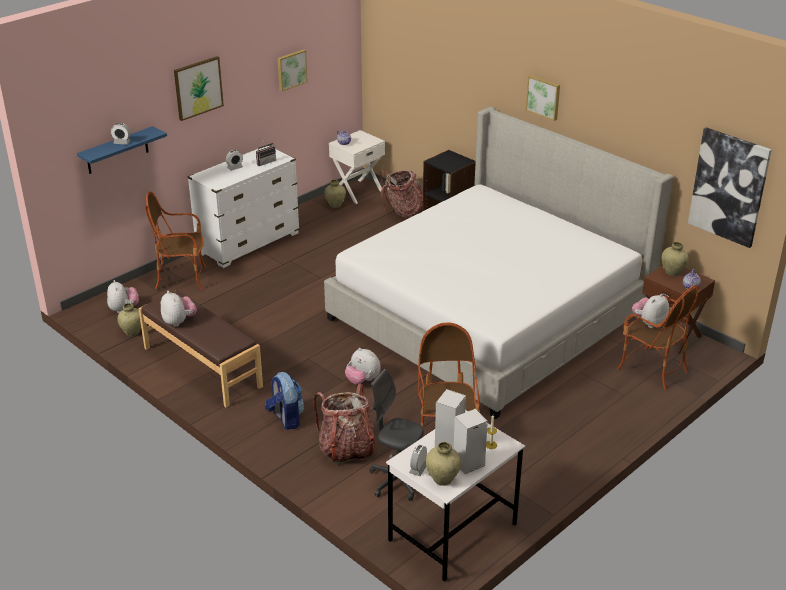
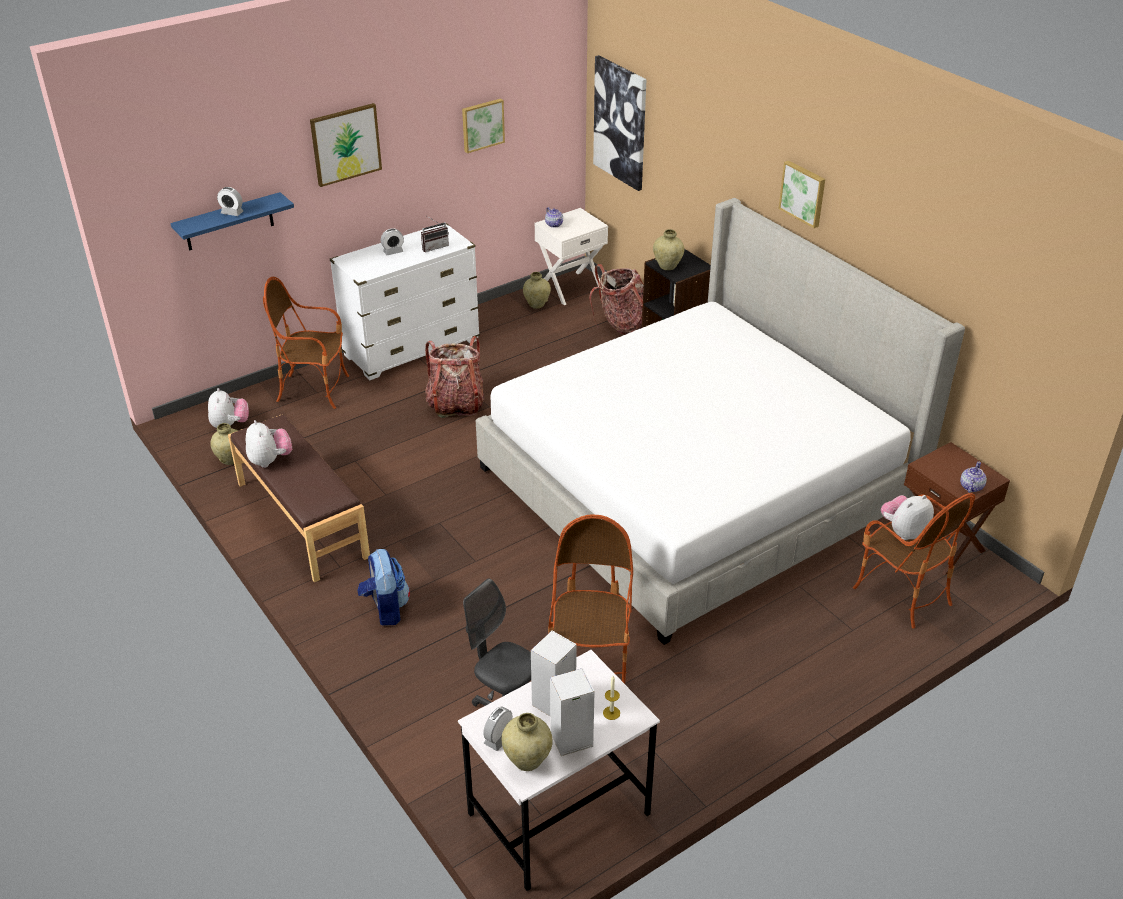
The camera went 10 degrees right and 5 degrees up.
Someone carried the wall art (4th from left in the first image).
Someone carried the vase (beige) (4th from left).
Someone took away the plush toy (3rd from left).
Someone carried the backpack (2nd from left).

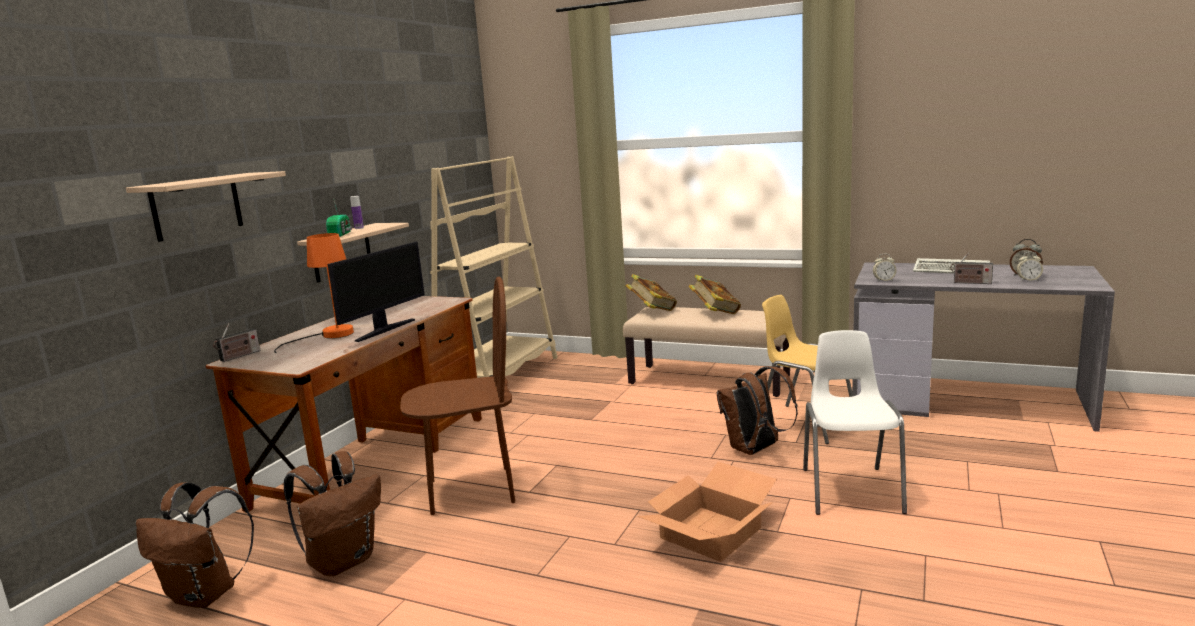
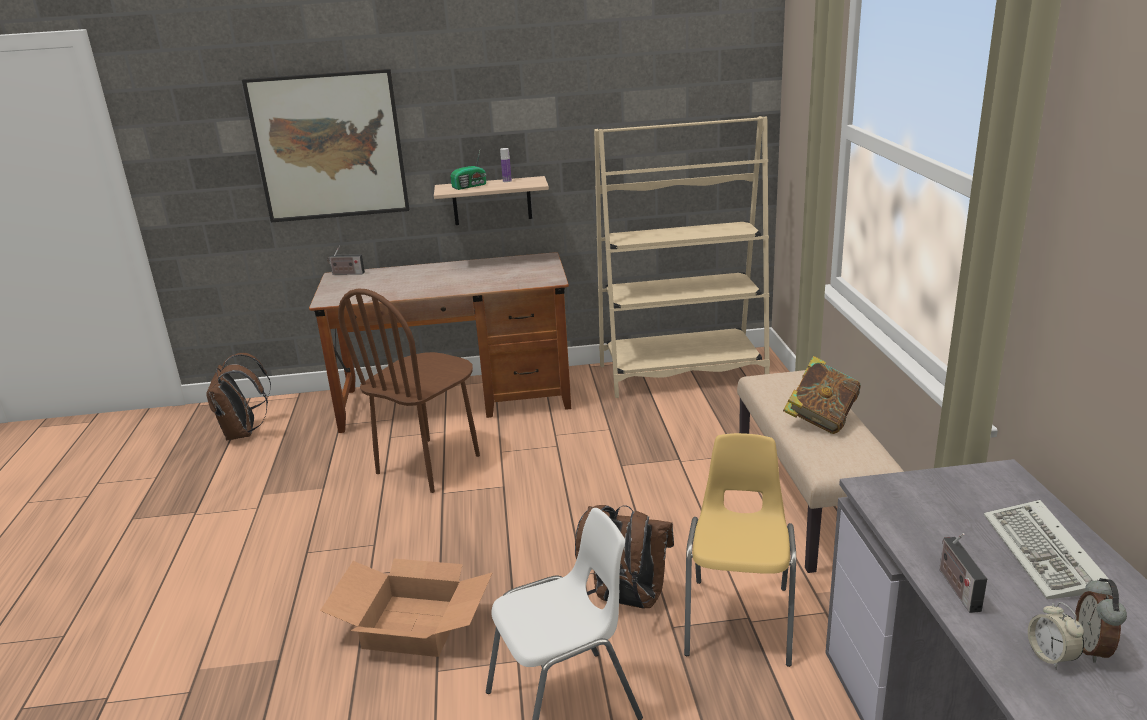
The camera went 60 degrees right and 10 degrees up.
Someone swapped the shelf (1st from left) for the wall art.
Someone took away the lamp for a table (orangey).
Someone took away the computer screen.
Someone took away the alarm clock (1st from left).
Someone took away the book (1st from left).
Someone rotated the upright chair (brownish) by 75 degrees clockwise.
Someone took away the backpack (brownish) (2nd from left).

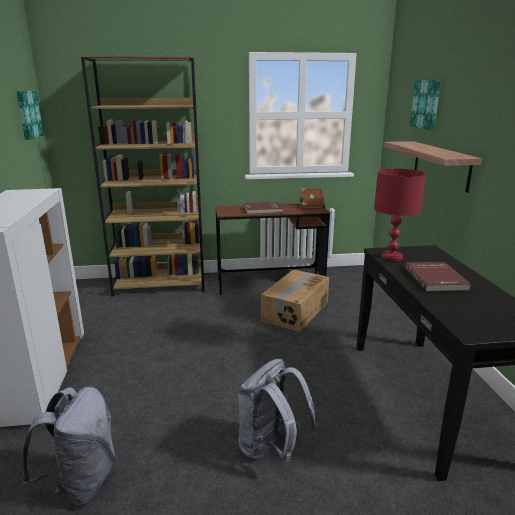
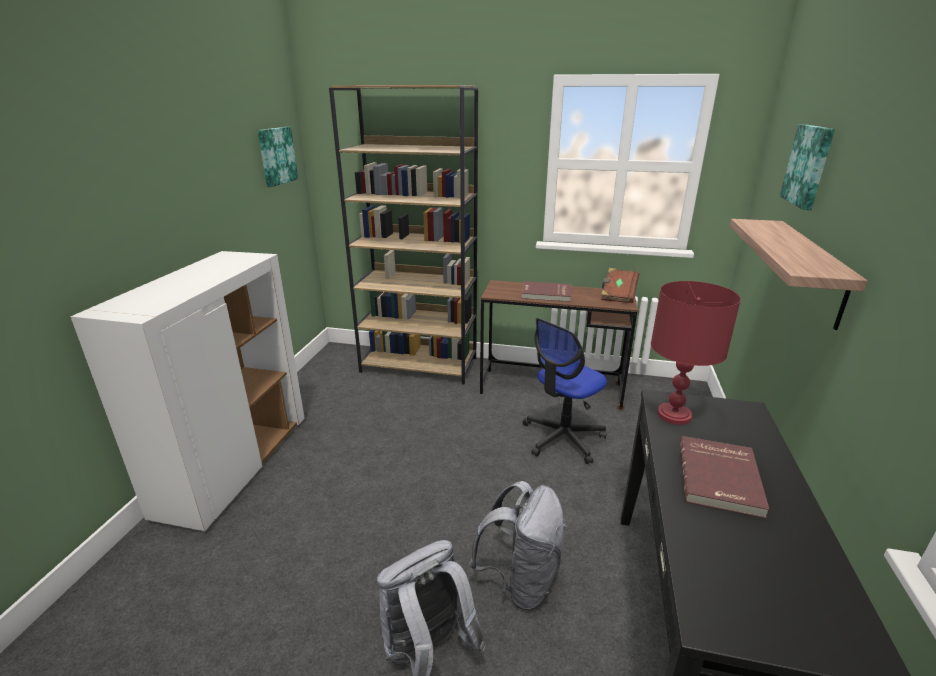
The camera went 20 degrees right and 5 degrees up.
Someone swapped the cardboard box for the office chair.
Someone carried the backpack (gray) (1st from left in the first image).

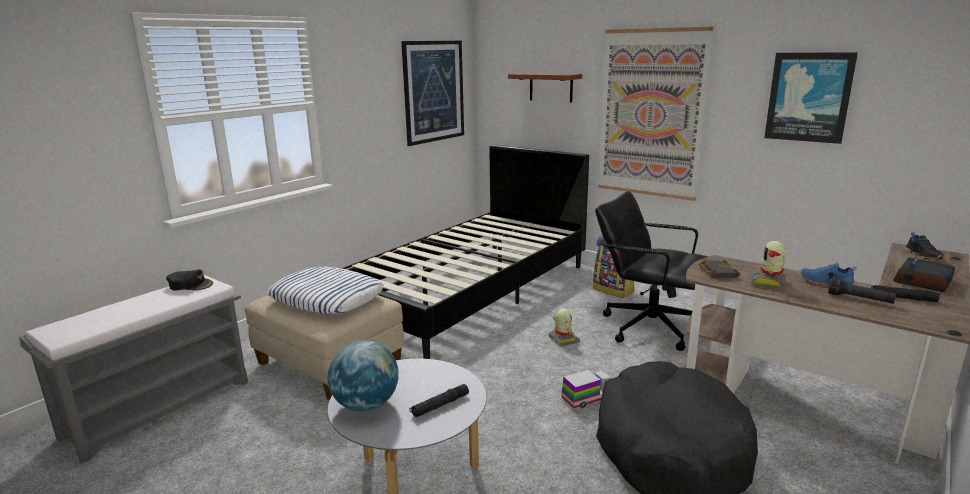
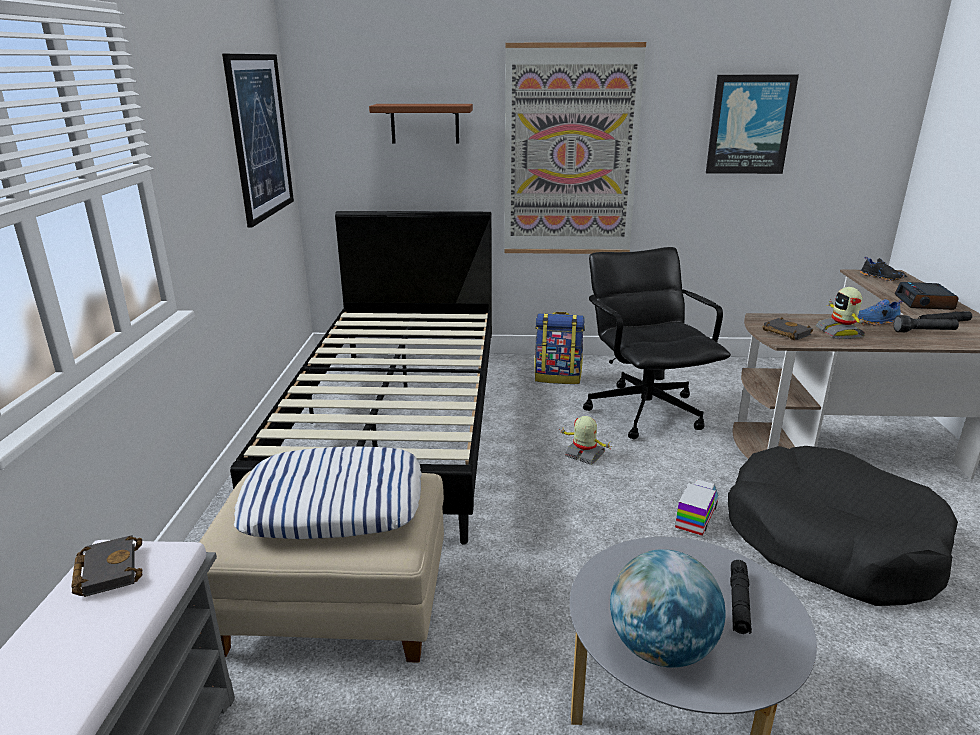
The camera went 35 degrees left and 5 degrees up.
Someone rotated the office chair (blackish) by 75 degrees clockwise.
Someone swapped the peaked cap (blackish) for the book (blackish) (1st from left).

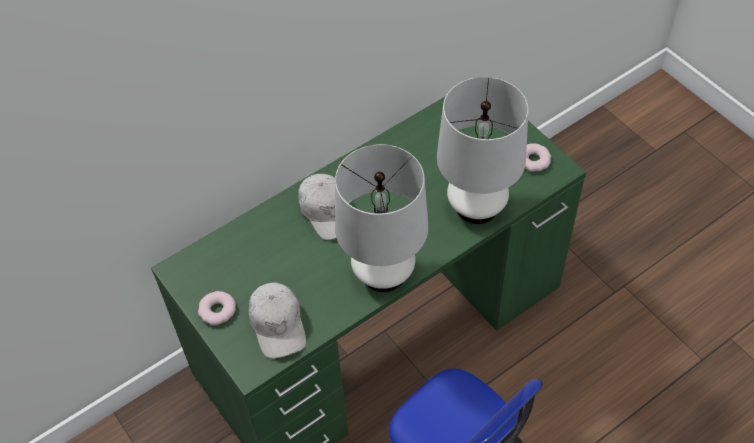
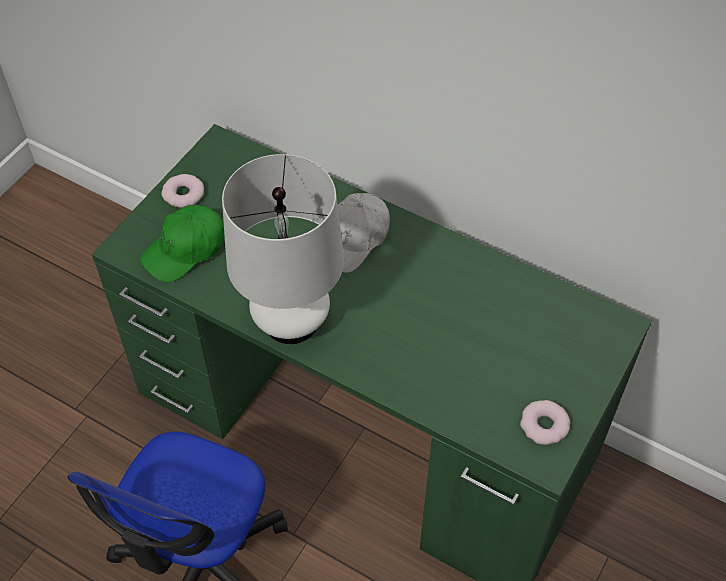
The camera went 65 degrees right and 0 degrees up.
Someone took away the lamp for a table (whitish) (2nd from left).
Someone repainted the peaked cap (whitish) (1st from left), which became the peaked cap (green-coloured).

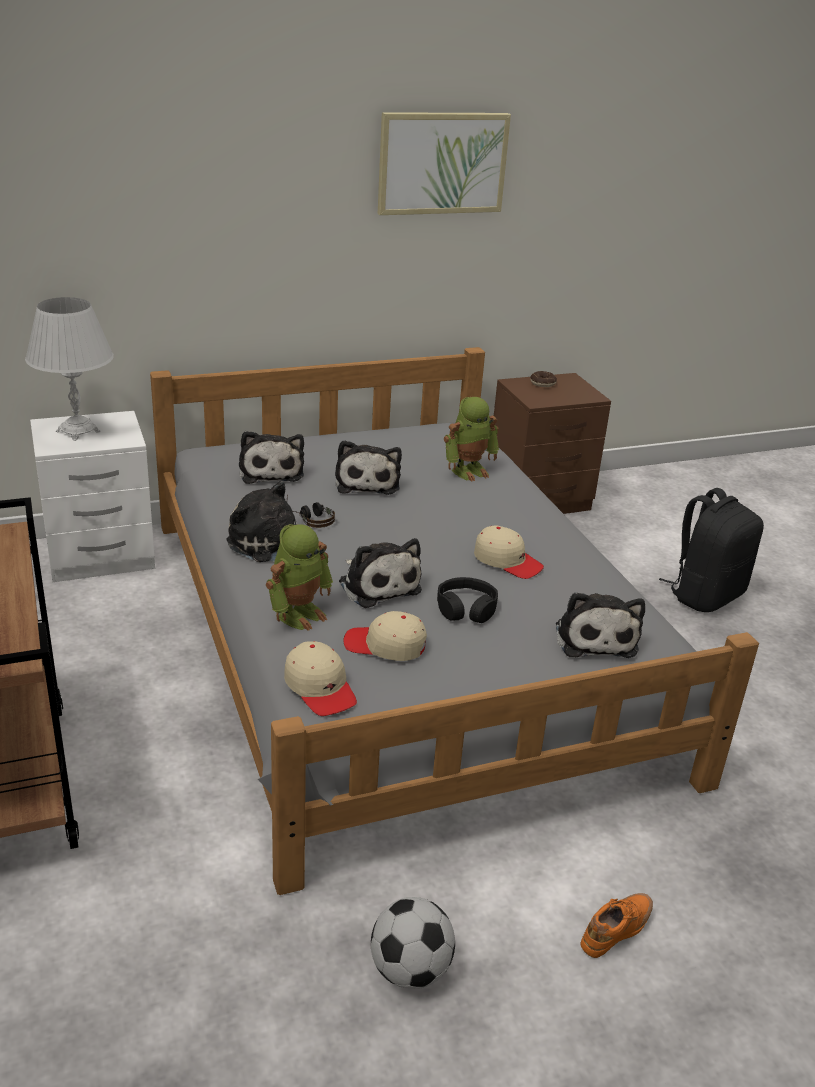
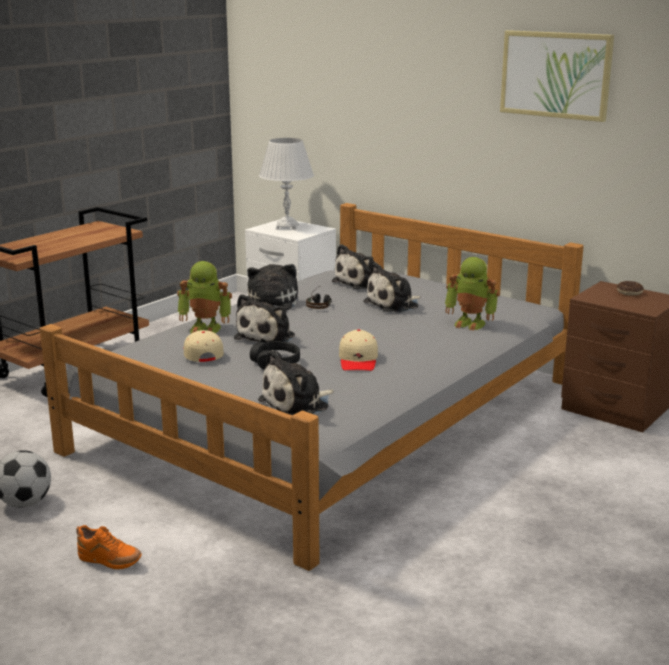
The camera went 60 degrees right and 10 degrees down.
Someone took away the backpack (blackish).
Someone took away the peaked cap (beige) (1st from left).

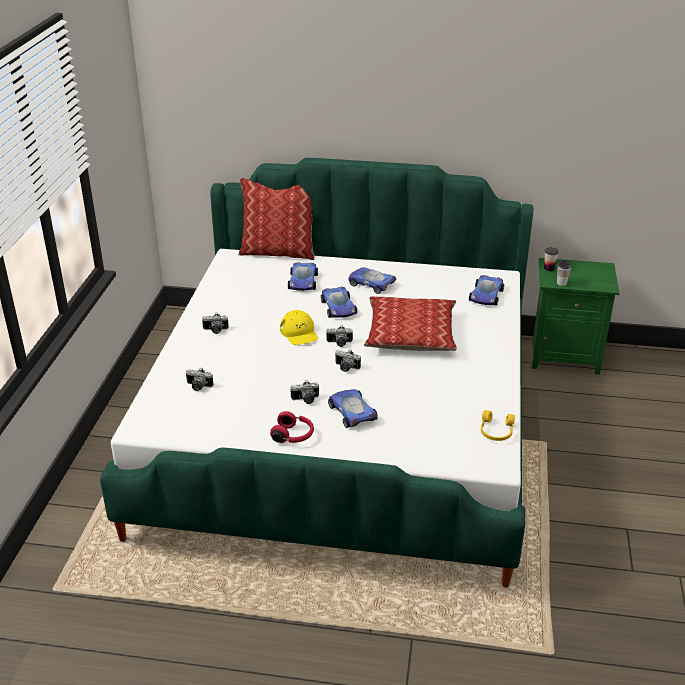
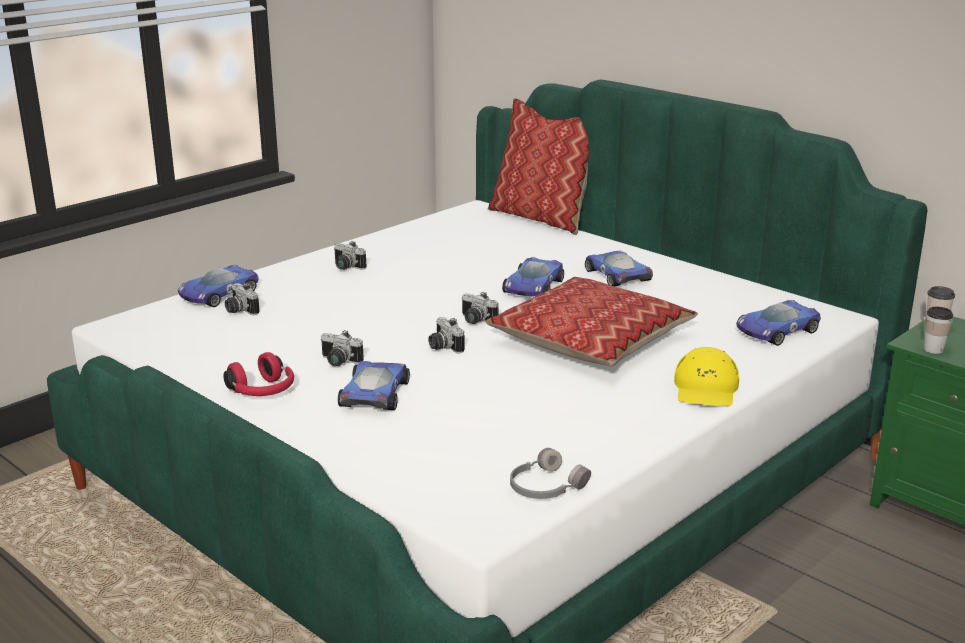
The camera went 35 degrees right and 10 degrees down.
Someone carried the toy car (1st from left).
Someone carried the peaked cap (yellow).
Someone repainted the headphones (yellow), which became the headphones (gray).

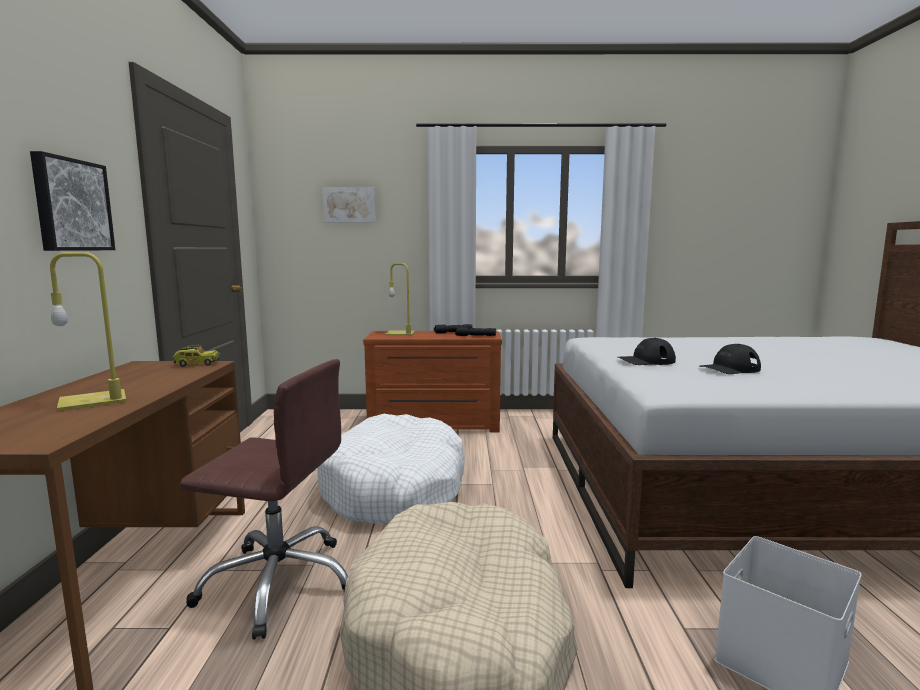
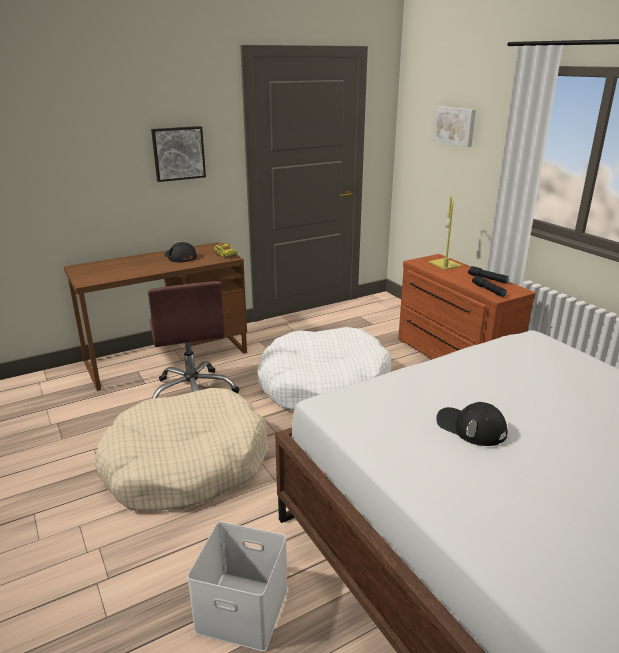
The camera went 60 degrees right and 15 degrees up.
Someone took away the lamp for a table (yellow) (1st from left).
Someone carried the peaked cap (blackish) (1st from left).

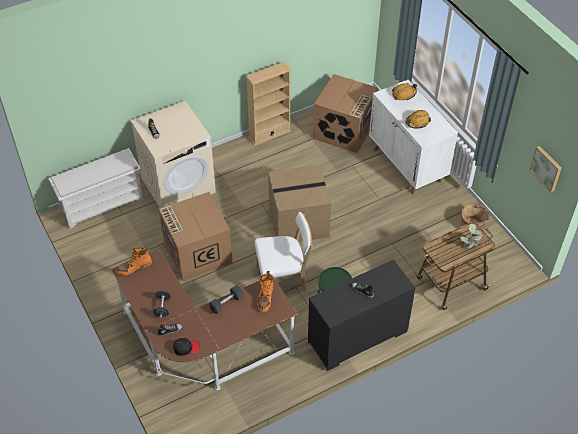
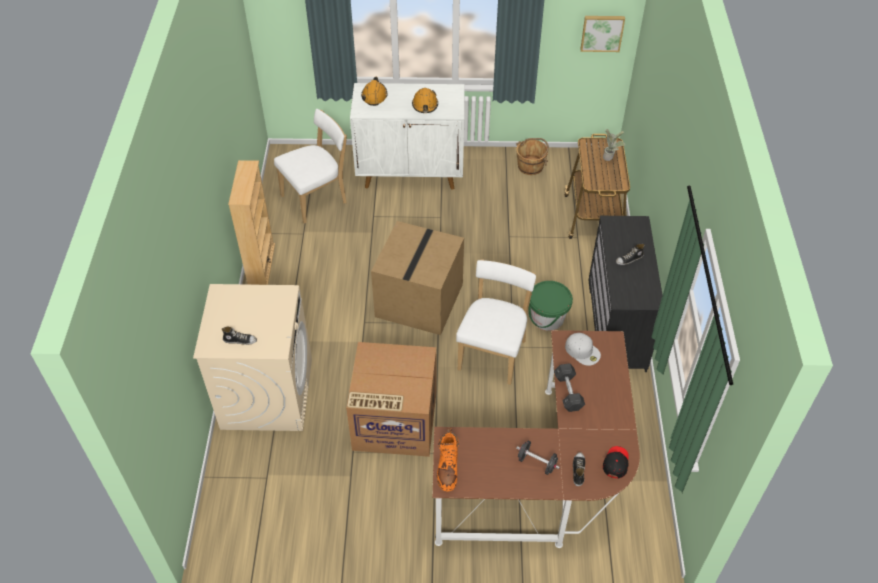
The camera went 60 degrees left and 0 degrees up.
Someone swapped the cardboard box (3rd from left) for the upright chair (whitish) (1st from left).
Someone took away the shoe shelf (whitish).
Someone swapped the boot (orangey) (2nd from left) for the peaked cap (whitish).

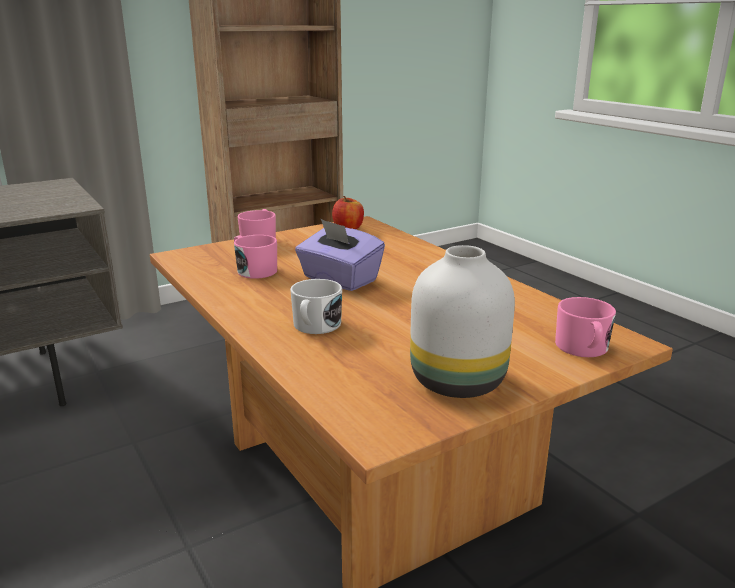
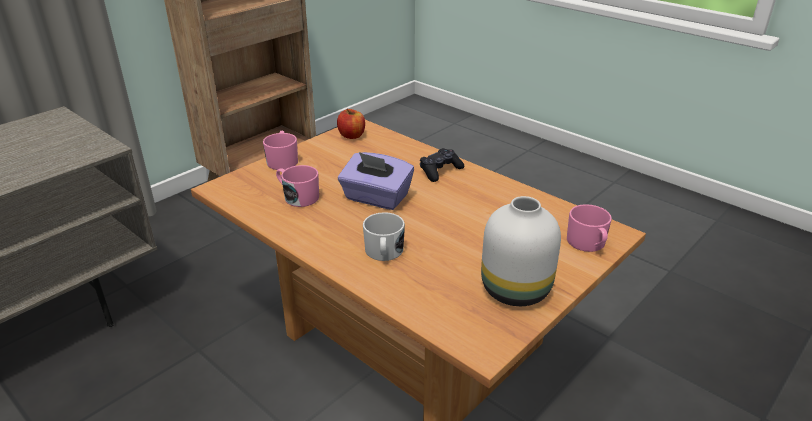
The camera went 15 degrees left and 10 degrees up.
Someone put down the gamepad (blackish).

